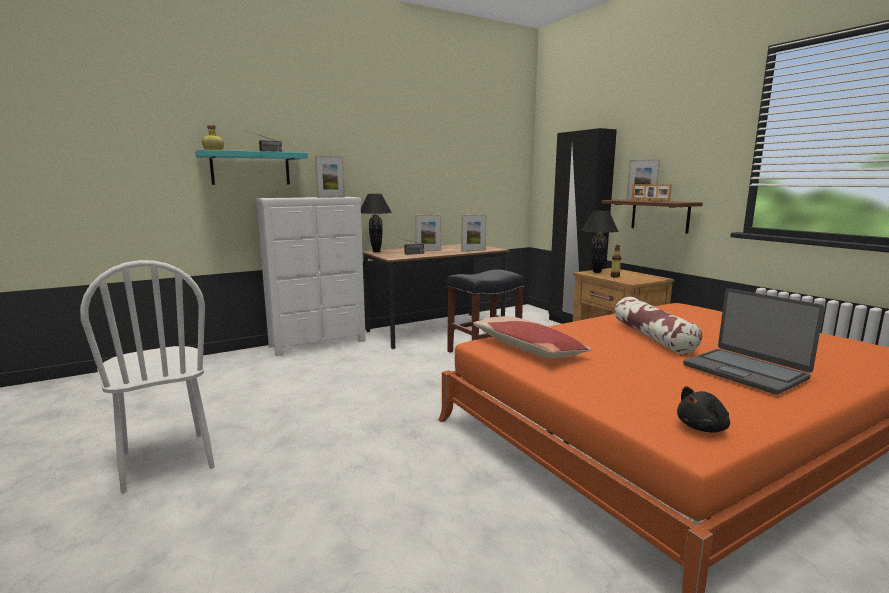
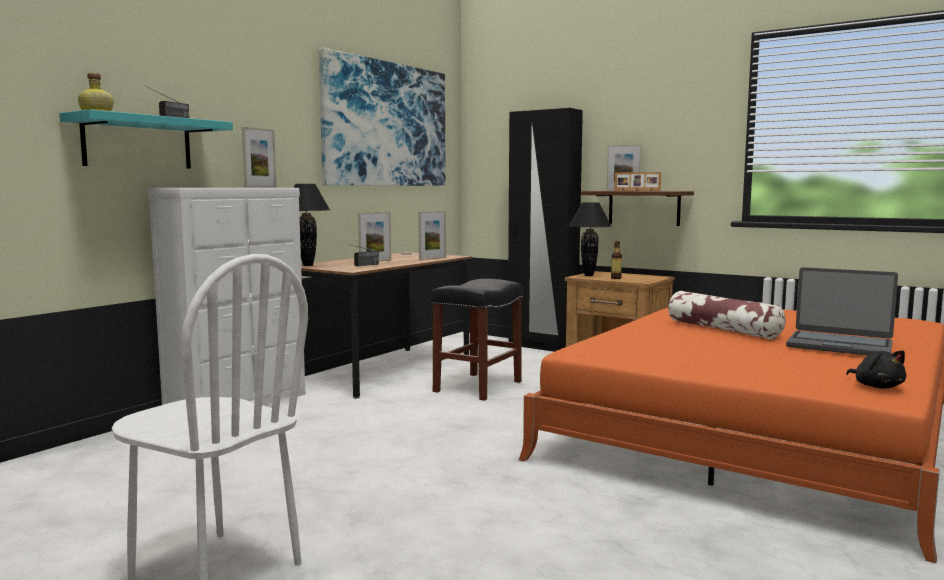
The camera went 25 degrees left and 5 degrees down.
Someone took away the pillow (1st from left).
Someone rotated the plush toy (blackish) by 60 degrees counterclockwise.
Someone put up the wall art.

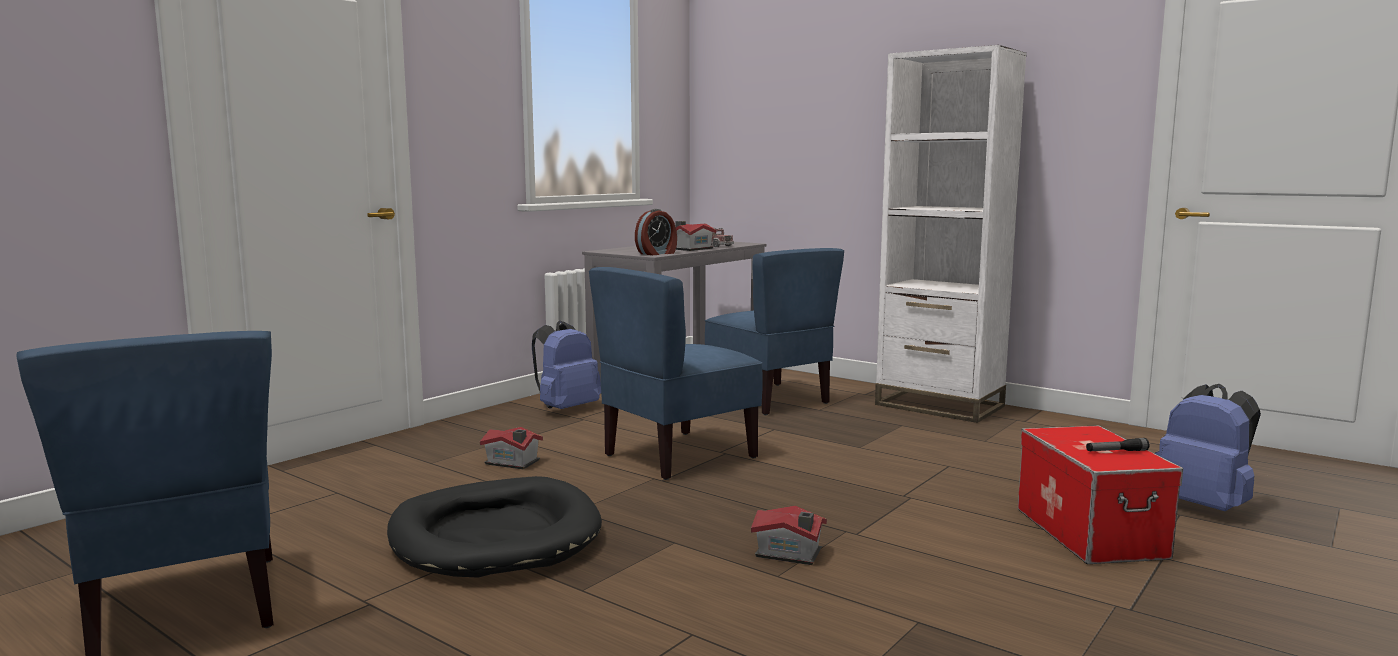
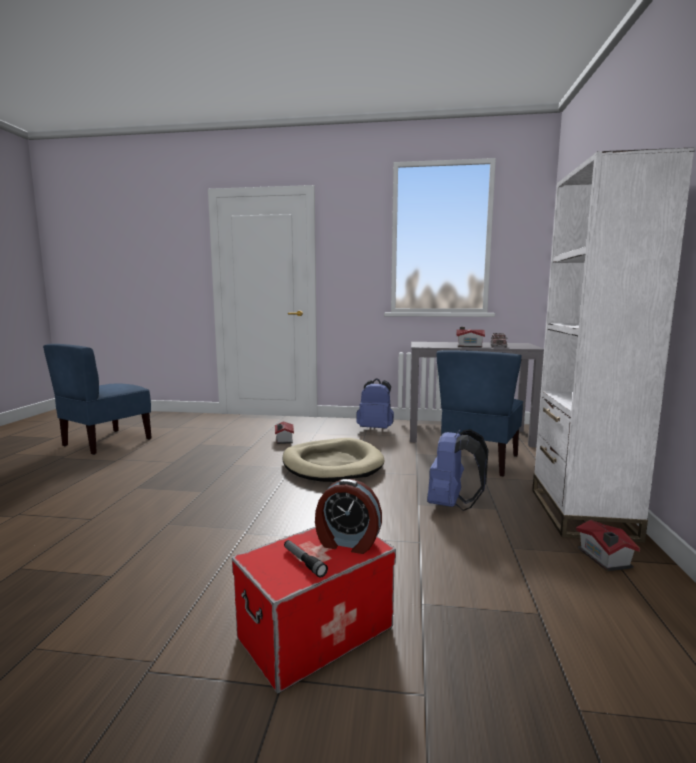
The camera went 60 degrees right and 0 degrees up.
Someone carried the alarm clock.
Someone swapped the upright chair (blue-coloured) (2nd from left) for the pet bed (beige).
Someone carried the backpack (blue-coloured) (2nd from left).
Someone took away the pet bed (blackish).
Someone carried the model house (3rd from left).

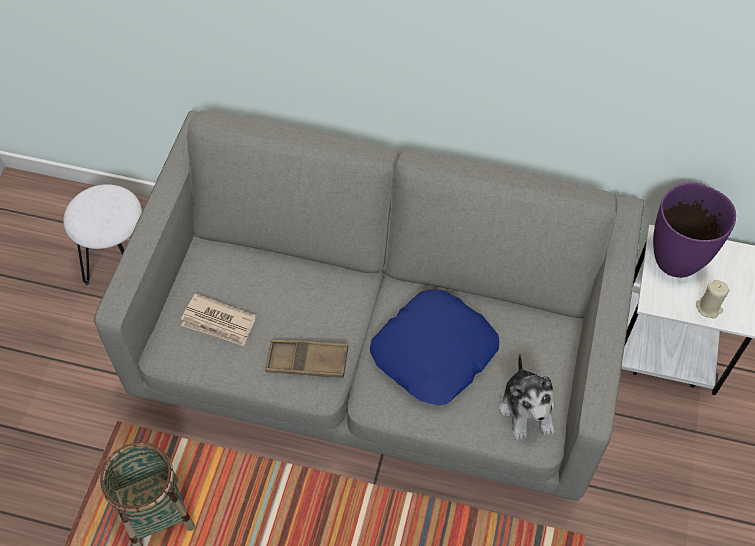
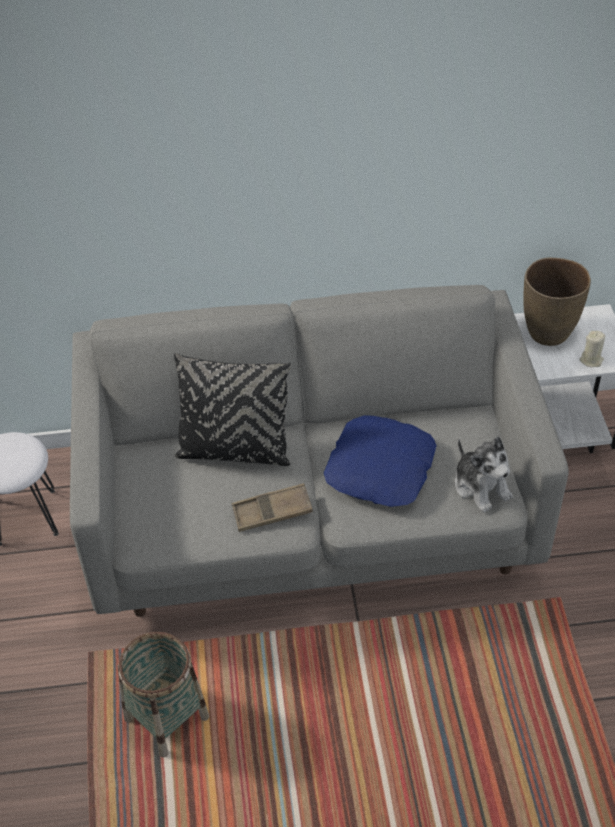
The camera went 20 degrees left and 10 degrees down.
Someone repainted the vase (purplish), which became the vase (brownish).
Someone took away the daily paper.
Someone put down the pillow (blackish).

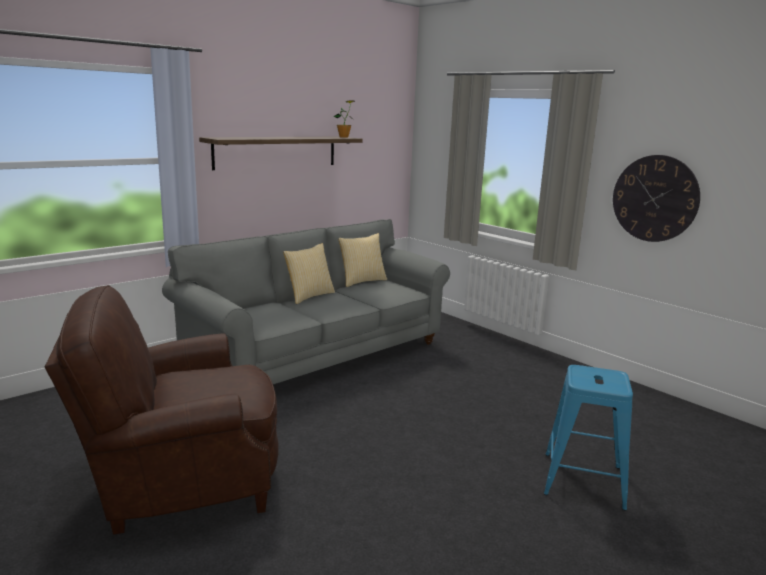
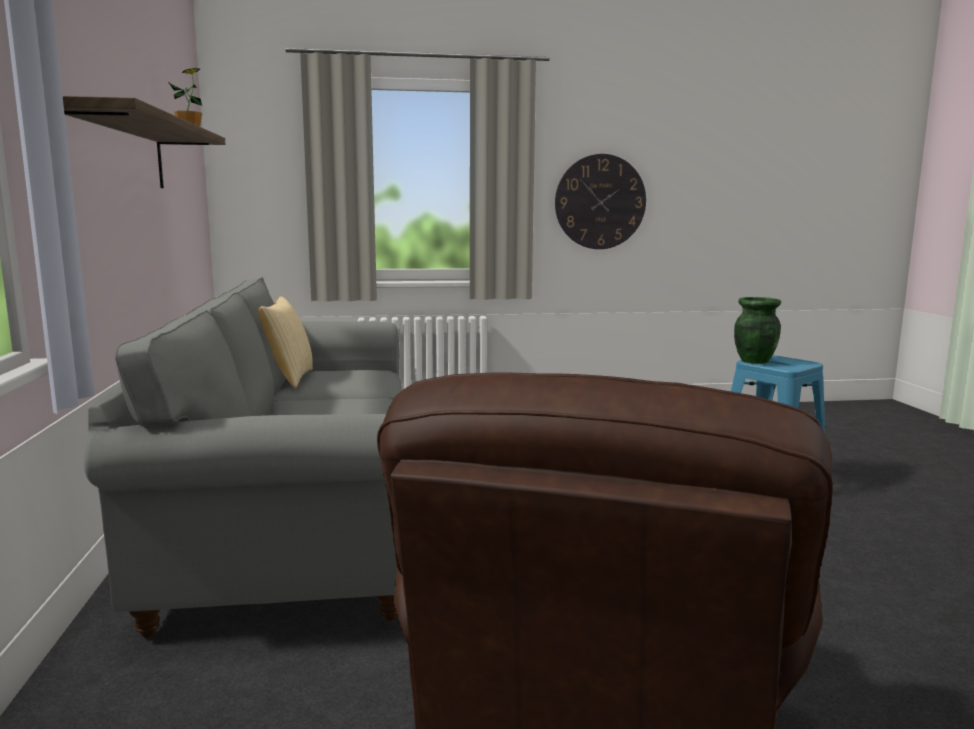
The camera went 55 degrees left and 5 degrees down.
Someone took away the pillow (1st from left).
Someone put down the vase (green-coloured).

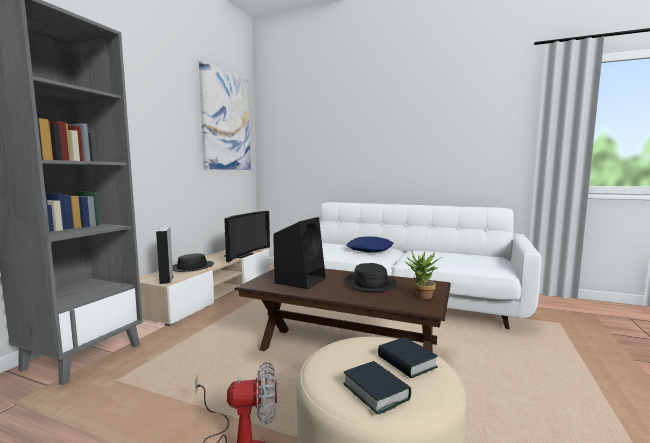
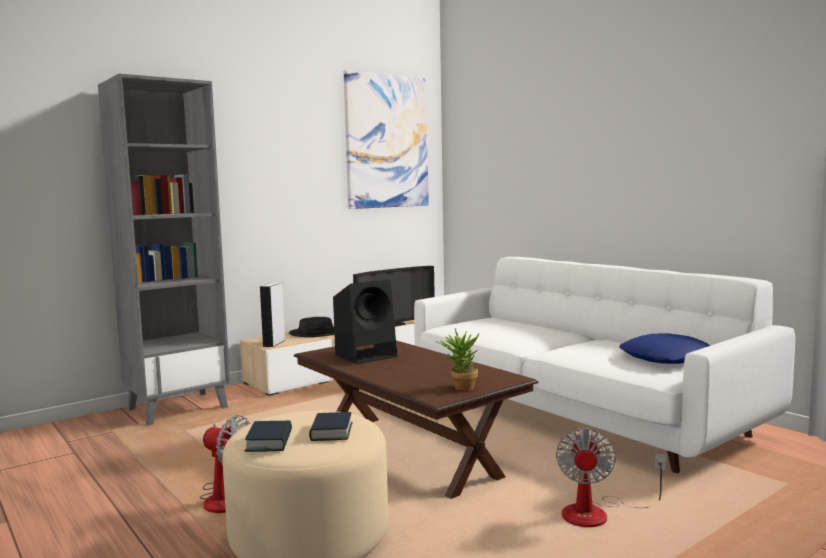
The camera went 30 degrees right and 0 degrees up.
Someone carried the pillow (blue-coloured).
Someone took away the wearable hat (blackish) (2nd from left).
Someone put down the fan (2nd from left).

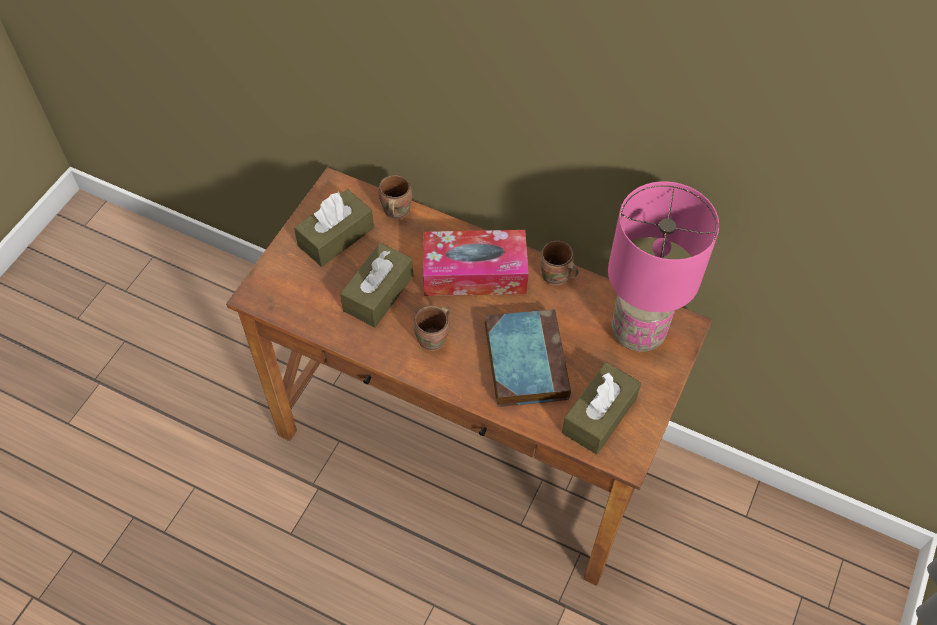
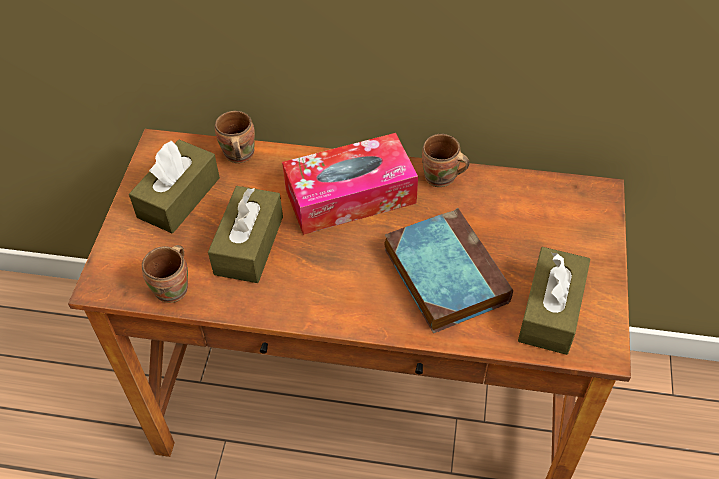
The camera went 15 degrees left and 5 degrees down.
Someone took away the lamp for a table (pinkish).
Someone carried the coffee mug (brownish) (2nd from left in the first image).

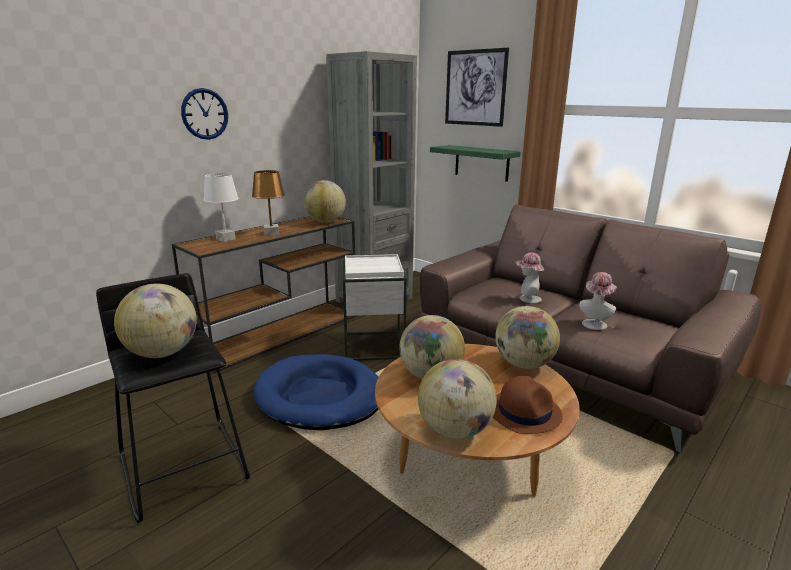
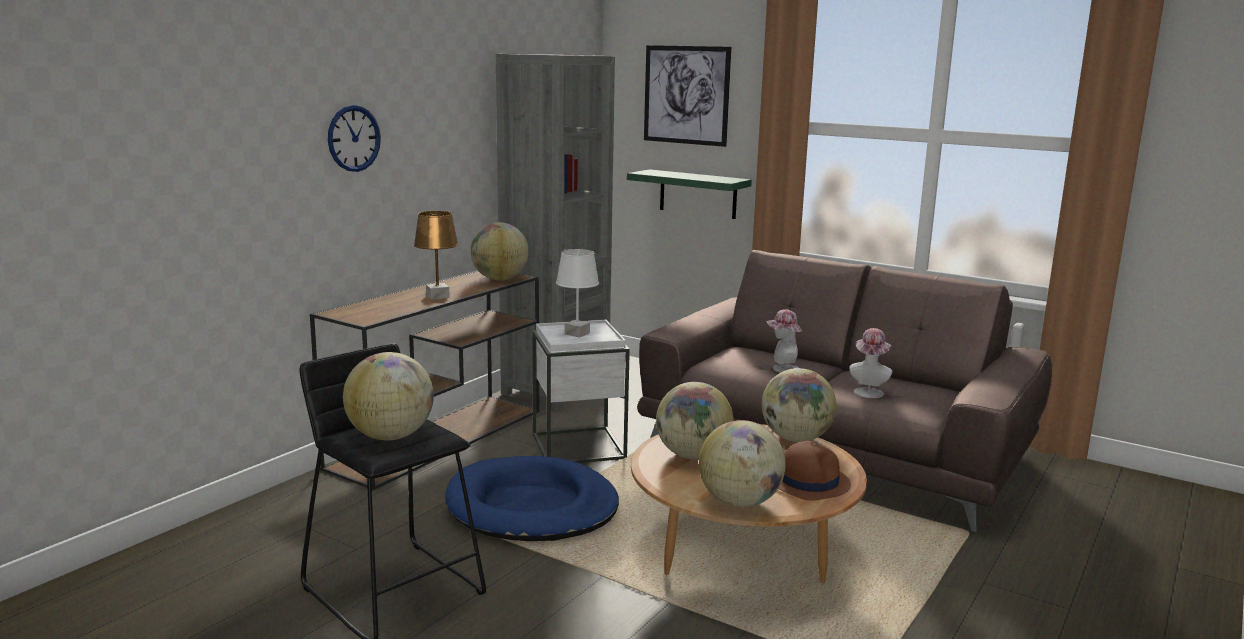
The camera went 10 degrees left and 5 degrees down.
Someone carried the lamp for a table (whitish).

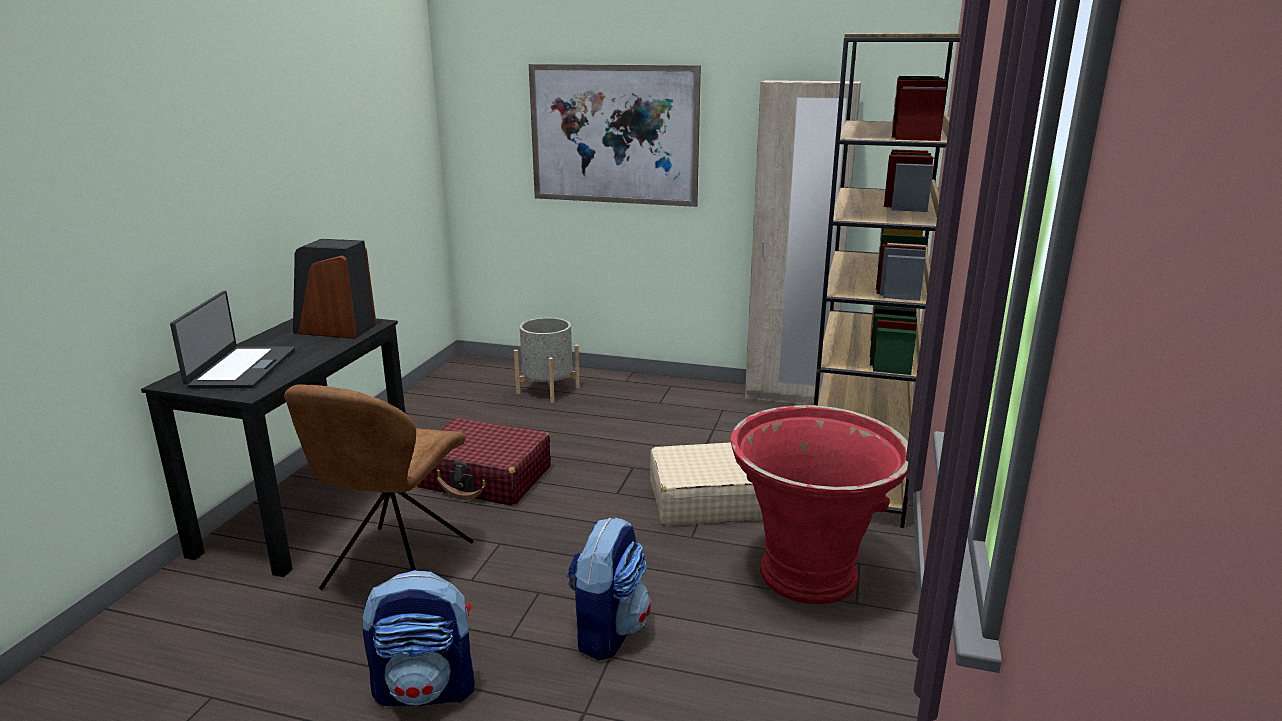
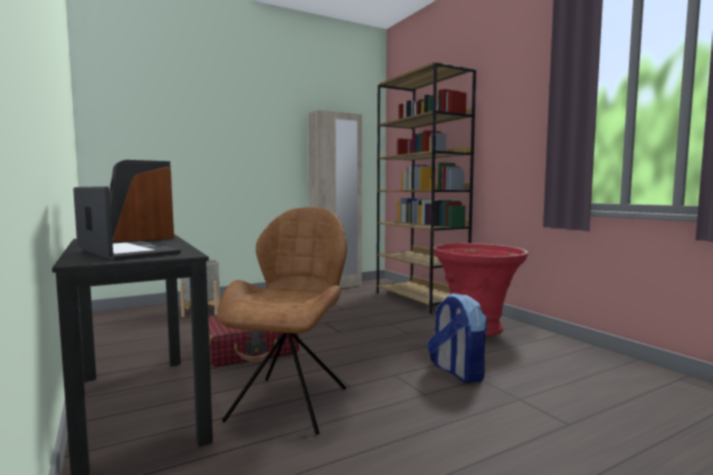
The camera went 45 degrees left and 15 degrees down.
Someone took away the wall art.
Someone rotated the upright chair (brownish) by 135 degrees counterclockwise.
Someone took away the suitcase (beige).
Someone took away the backpack (1st from left).

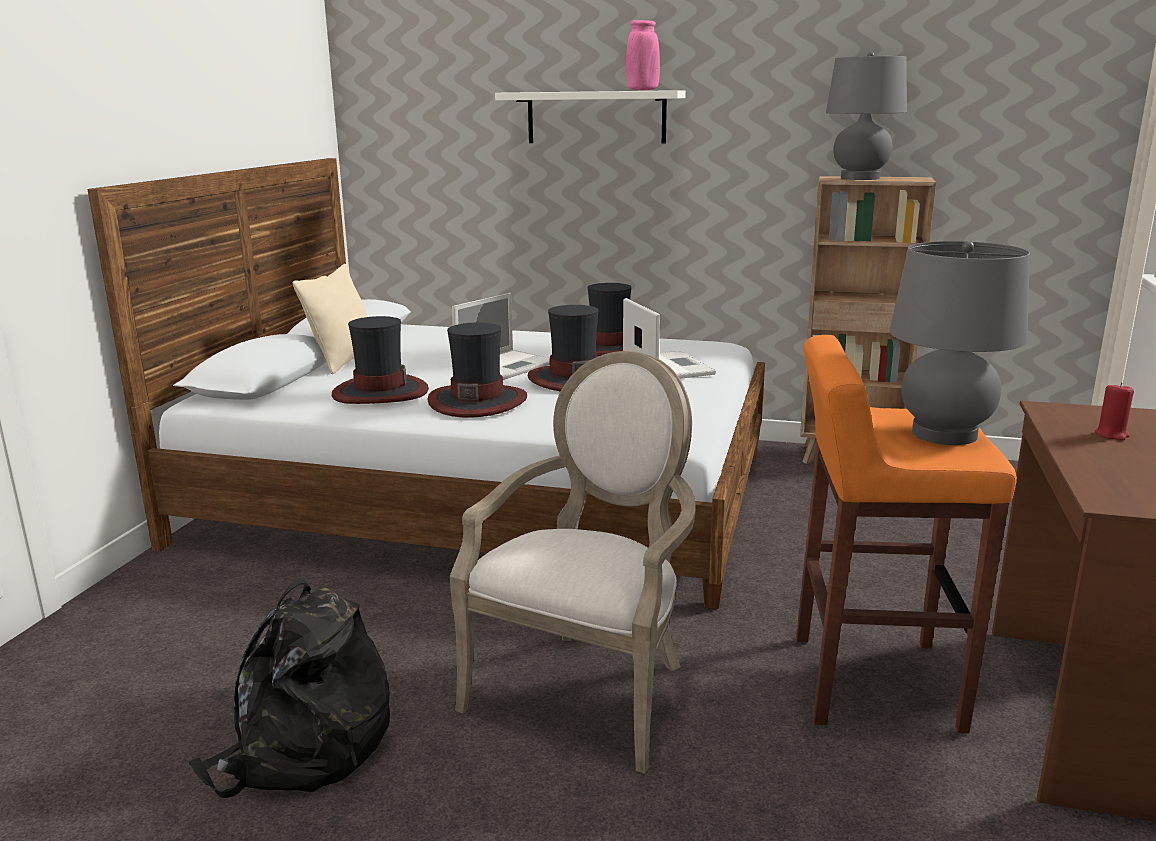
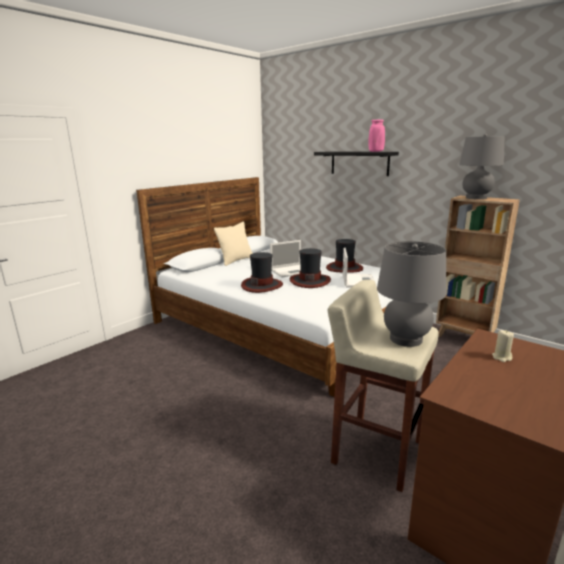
The camera went 25 degrees right and 0 degrees up.
Someone repainted the shelf (whitish), which became the shelf (blackish).
Someone took away the wearable hat (1st from left).
Someone repainted the stool seat (orangey), which became the stool seat (beige).
Someone took away the armchair.
Someone repainted the candle (reddish), which became the candle (beige).
Someone took away the backpack (blackish).

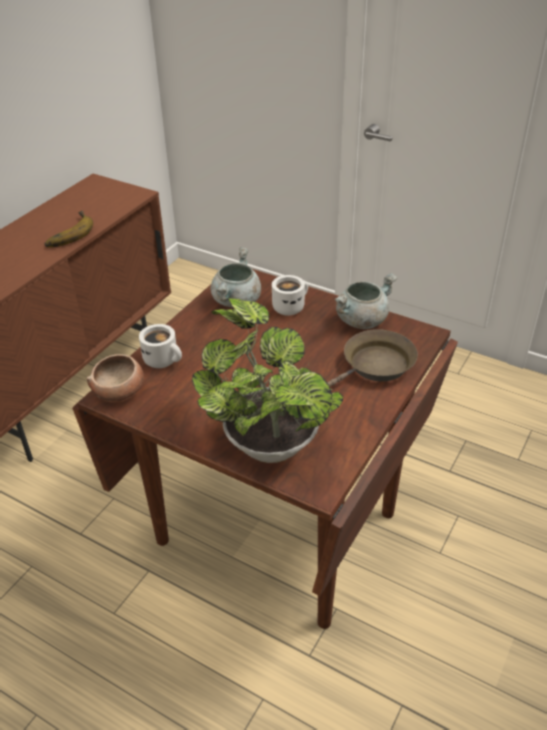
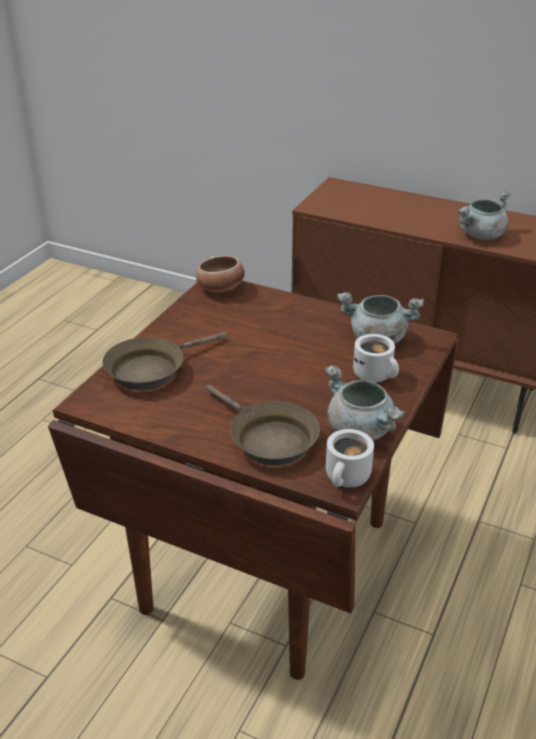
The camera went 85 degrees right and 5 degrees down.
Someone swapped the banana for the stockpot (gray) (3rd from left).
Someone swapped the plant in a pot for the skillet (brownish) (1st from left).
Someone carried the coffee mug (whitish) (1st from left).

